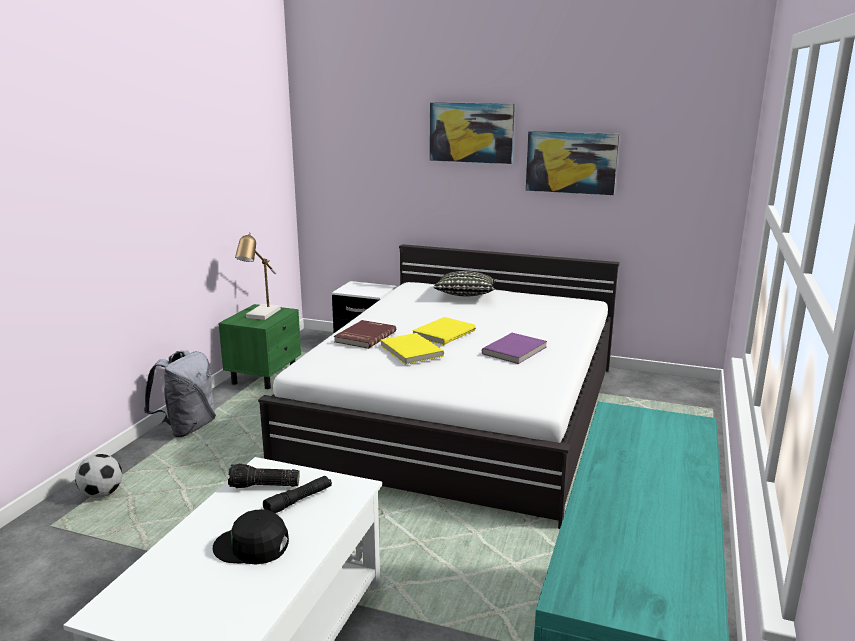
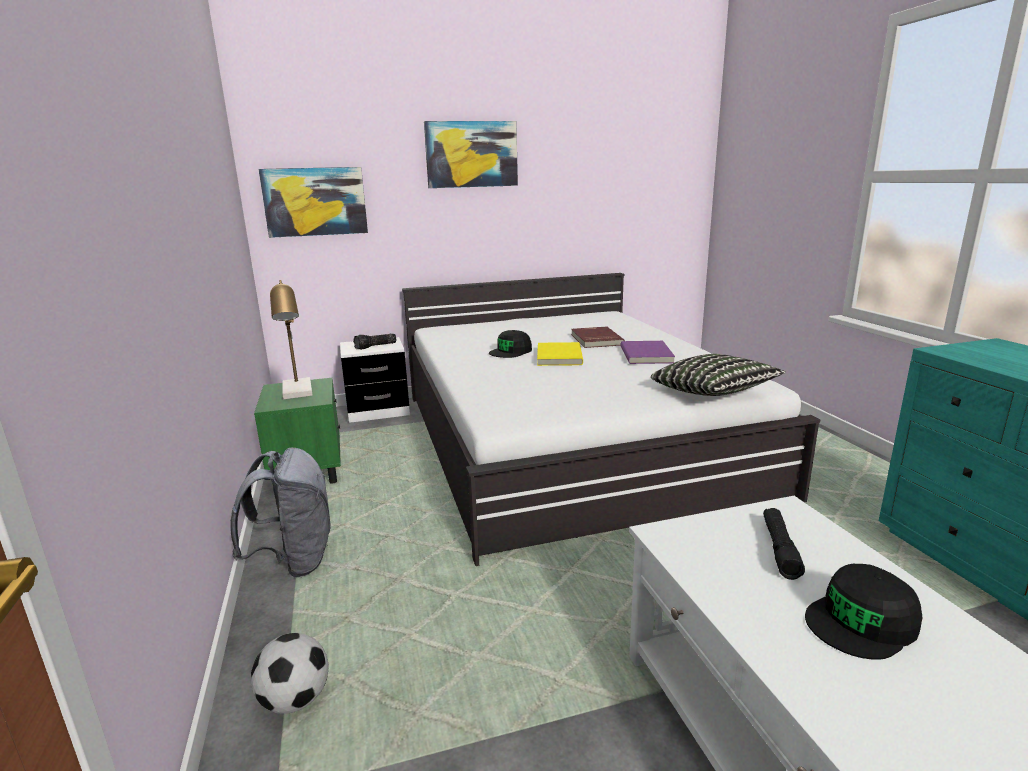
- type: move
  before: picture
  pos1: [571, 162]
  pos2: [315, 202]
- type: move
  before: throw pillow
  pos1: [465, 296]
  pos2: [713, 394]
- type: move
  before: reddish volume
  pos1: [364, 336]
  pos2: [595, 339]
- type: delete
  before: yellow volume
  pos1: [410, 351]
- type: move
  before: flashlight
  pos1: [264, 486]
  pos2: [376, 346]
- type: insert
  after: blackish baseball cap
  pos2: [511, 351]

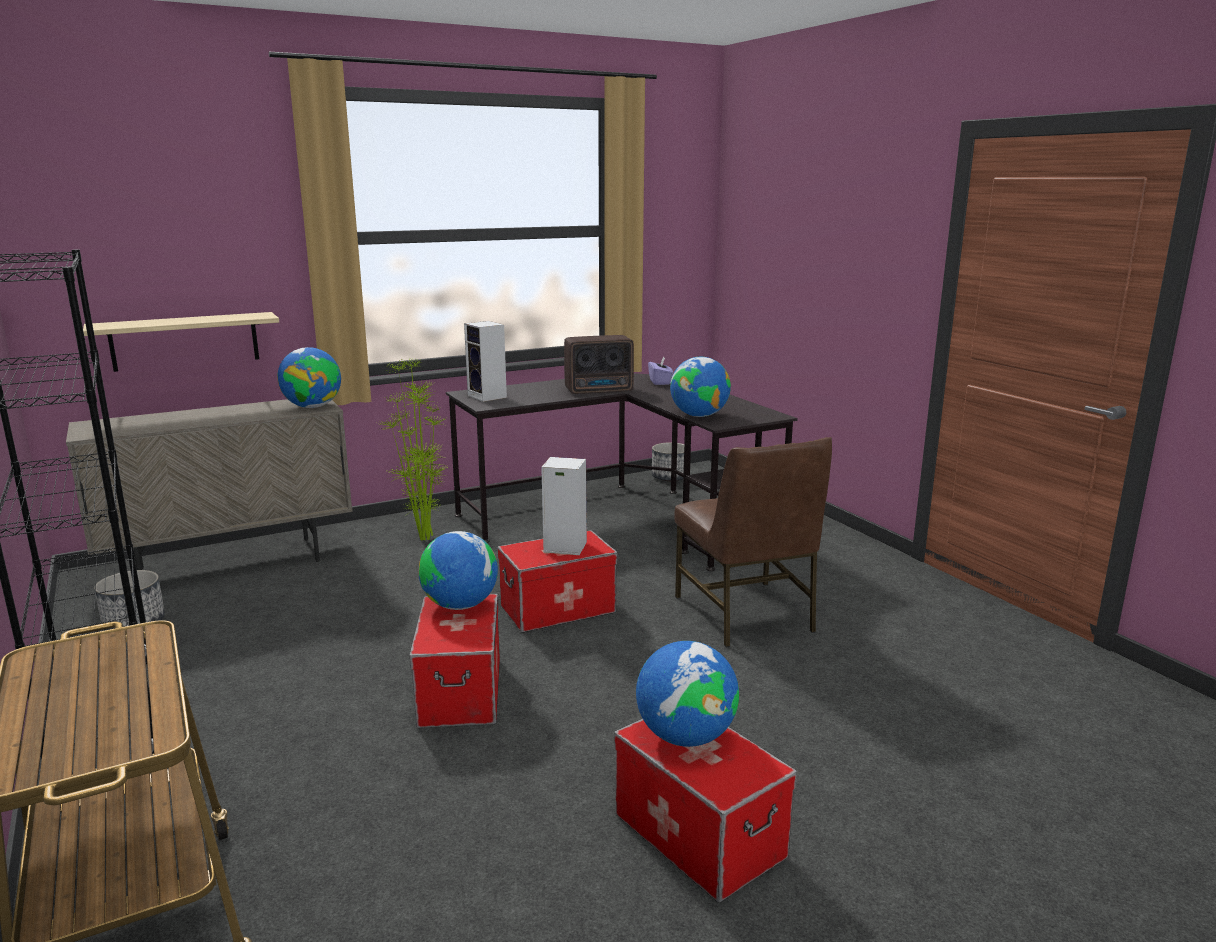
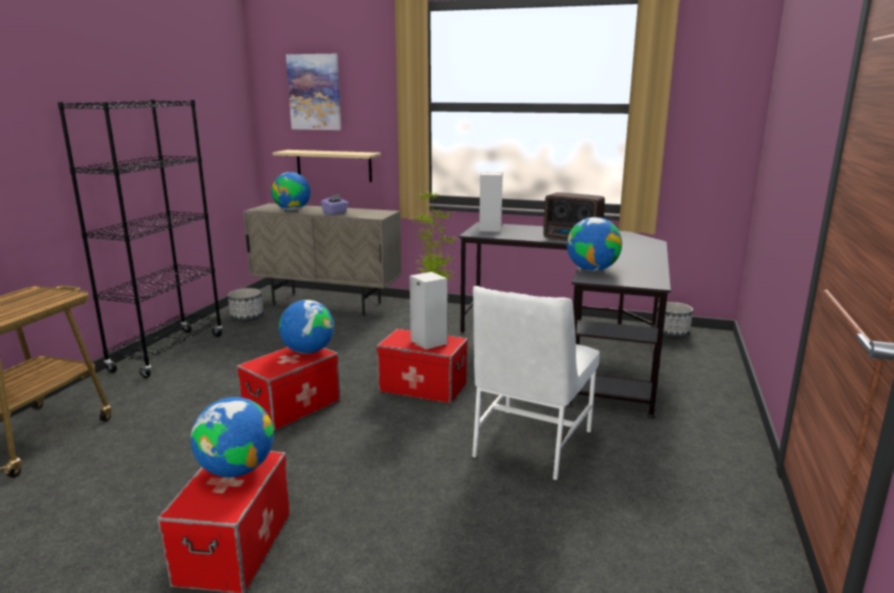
- type: move
  before: globe
  pos1: [313, 407]
  pos2: [292, 210]
- type: move
  before: purplish tissue box
  pos1: [660, 382]
  pos2: [335, 213]
- type: recolor
  before: brown-coloured upright chair
  after: whitish upright chair
  pos1: [745, 614]
  pos2: [530, 444]
- type: insert
  after: picture
  pos2: [314, 92]

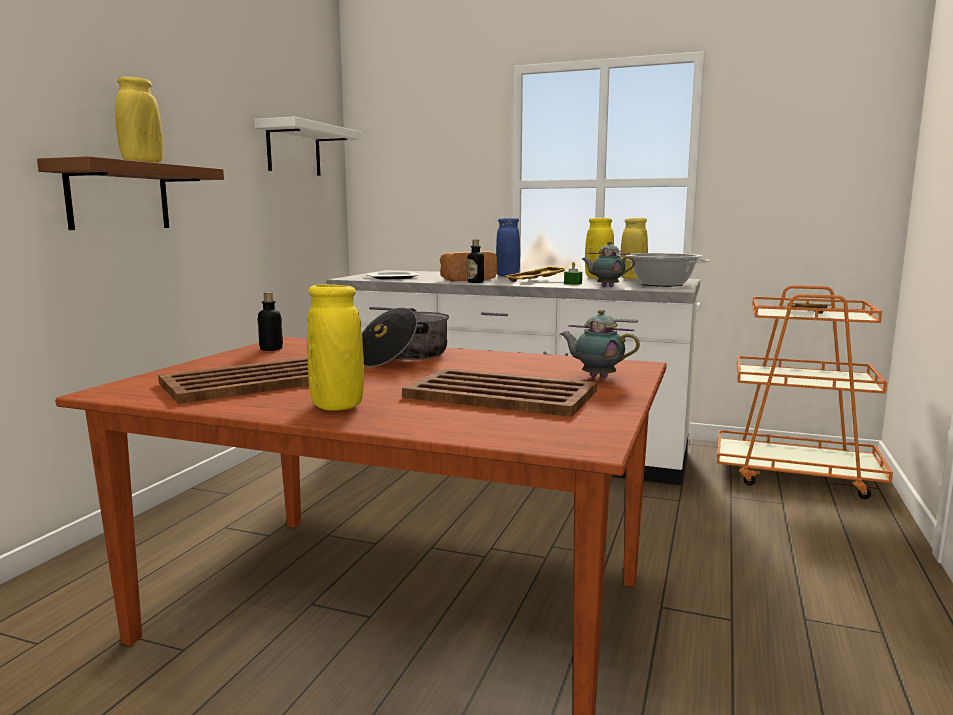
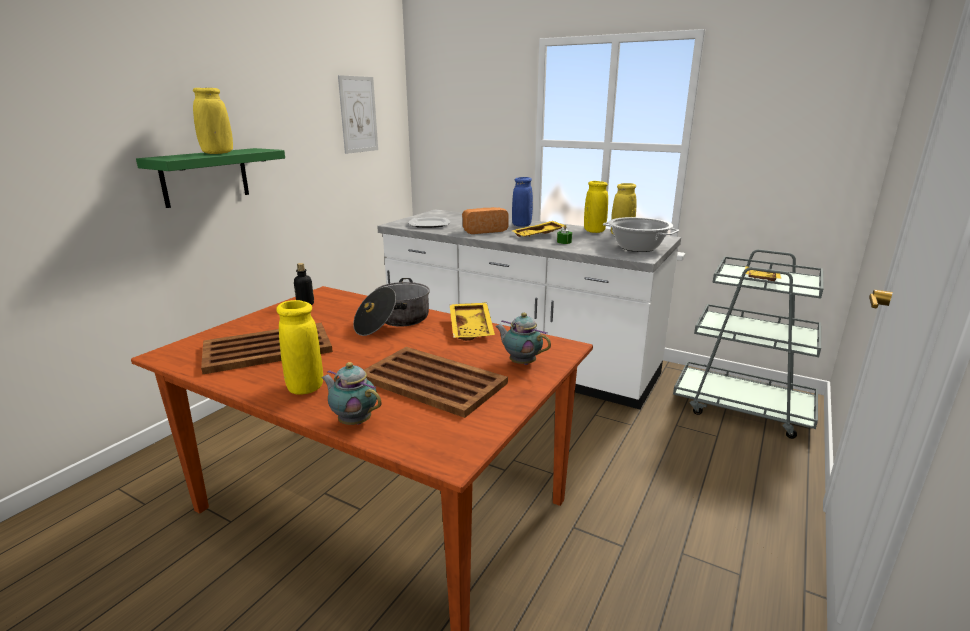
- type: replace
  before: whitish bracket shelf
  after: picture
  pos1: [294, 150]
  pos2: [358, 114]
- type: recolor
  before: brown-coloured bracket shelf
  after: greenish bracket shelf
  pos1: [119, 197]
  pos2: [205, 177]
- type: delete
  before: beverage bottle
  pos1: [475, 282]
- type: move
  before: pot for tea
  pos1: [606, 287]
  pos2: [353, 421]
- type: recolor
  before: orange trolley
  after: gray trolley
  pos1: [796, 475]
  pos2: [742, 408]
- type: insert
  after: yellow tray
  pos2: [472, 328]

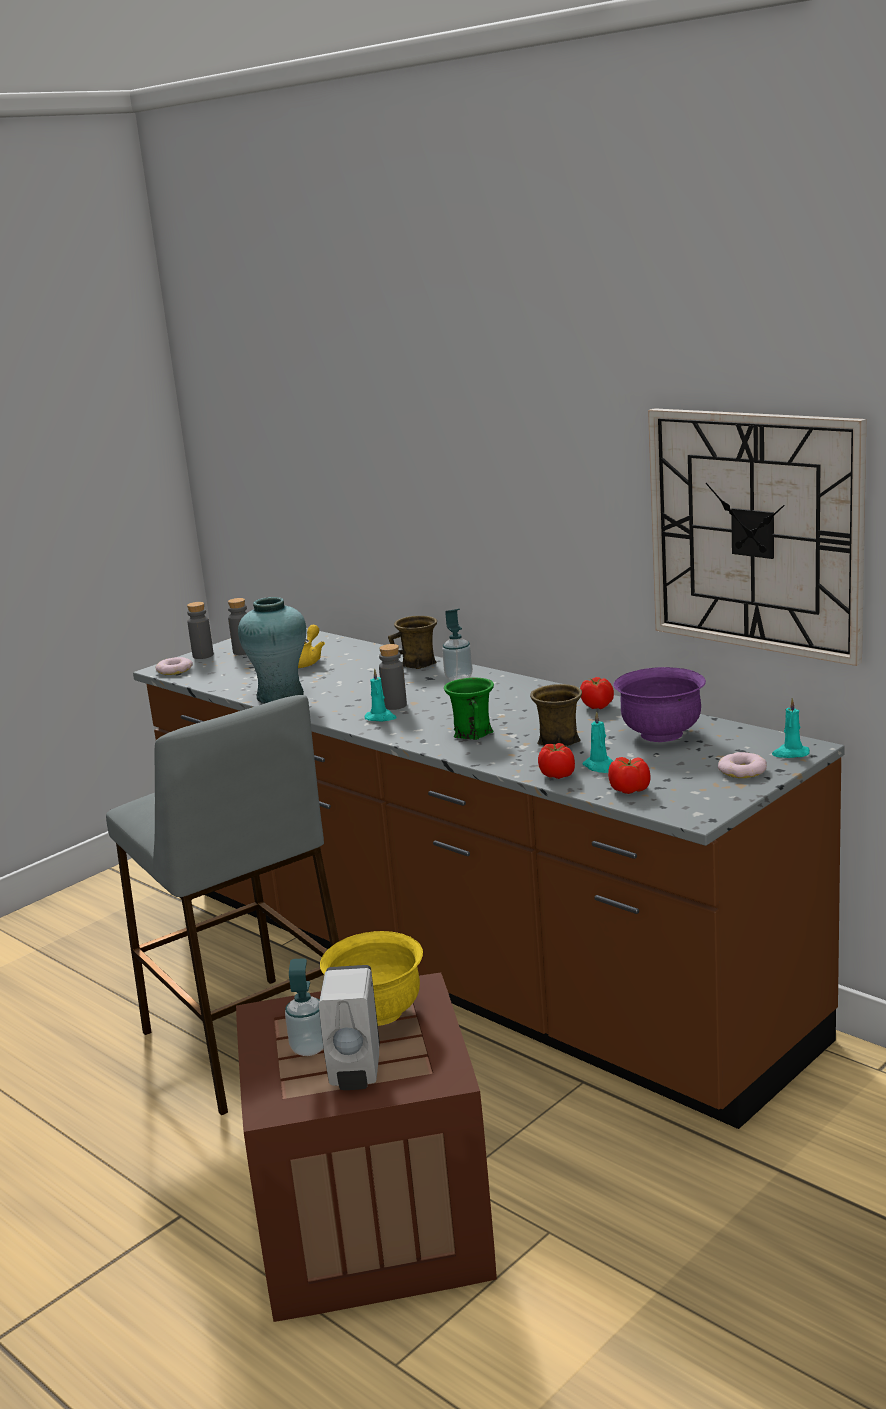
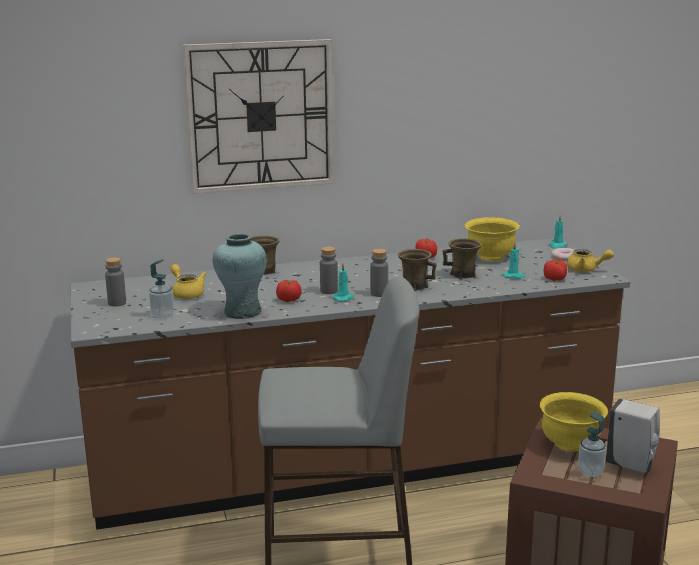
- type: move
  before: wall clock
  pos1: [755, 532]
  pos2: [260, 116]
- type: move
  before: gray beverage bottle
  pos1: [203, 655]
  pos2: [379, 294]
- type: move
  before: soap bottle
  pos1: [458, 678]
  pos2: [162, 315]
- type: delete
  before: donut
  pos1: [174, 670]
- type: recolor
  before: purplish bowl
  after: yellow bowl
  pos1: [661, 734]
  pos2: [490, 257]
- type: recolor
  before: greenish mug
  after: brown-coloured mug
  pos1: [473, 733]
  pos2: [414, 286]
- type: move
  before: tomato
  pos1: [557, 775]
  pos2: [288, 300]
- type: insert
  after: yellow pot for tea
  pos2: [586, 270]

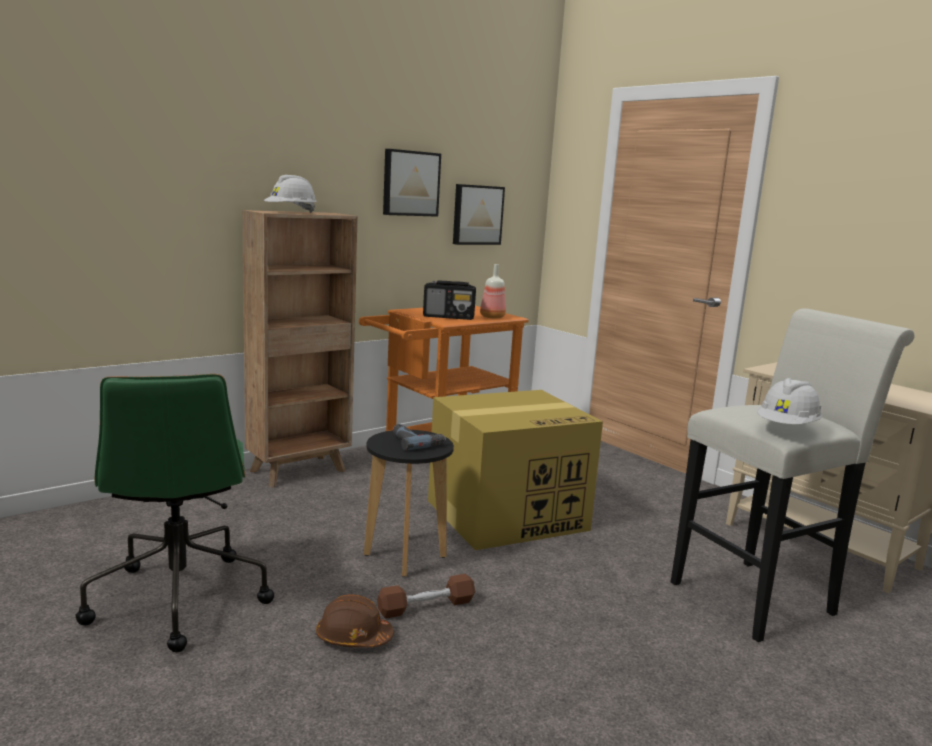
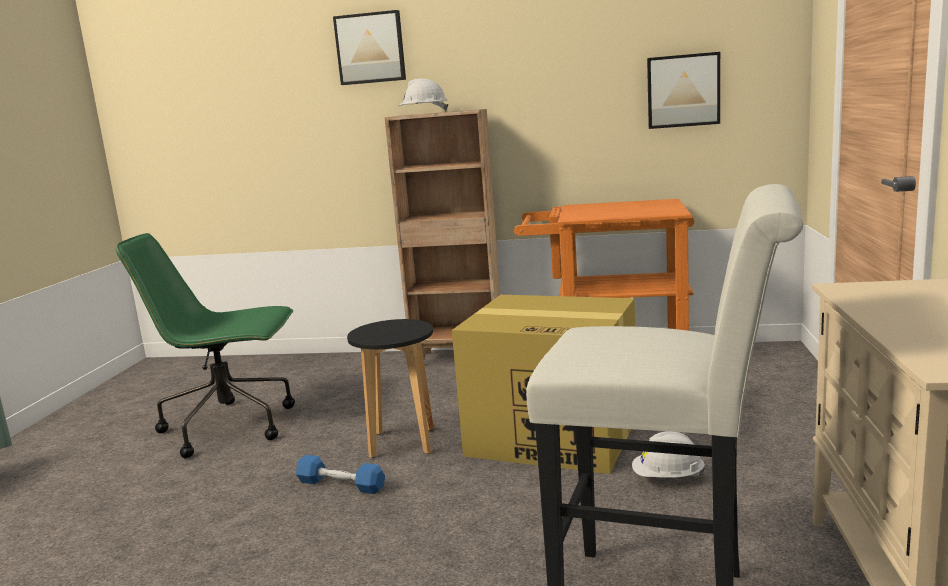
- type: move
  before: picture
  pos1: [410, 183]
  pos2: [370, 48]
- type: delete
  before: beverage bottle
  pos1: [491, 317]
- type: delete
  before: radio
  pos1: [449, 317]
- type: rotate
  before: greenish office chair
  pos1: [178, 598]
  pos2: [231, 426]
  turn: 60
- type: move
  before: whitish work helmet
  pos1: [787, 428]
  pos2: [668, 478]
- type: delete
  before: power drill
  pos1: [416, 442]
- type: recolor
  before: brown-coloured free weight
  after: bluish free weight
  pos1: [426, 606]
  pos2: [341, 485]
- type: delete
  before: brown-coloured work helmet
  pos1: [353, 637]

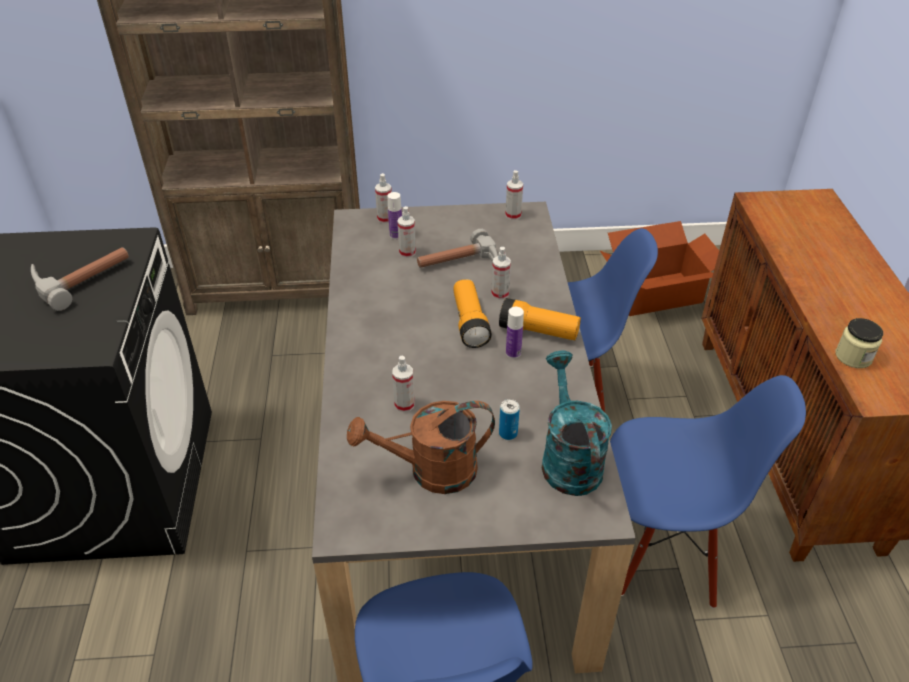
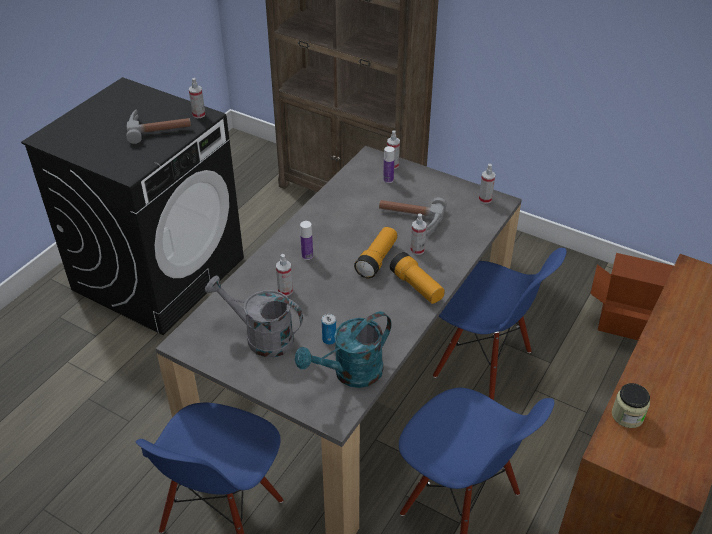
- type: move
  before: hand sprayer
  pos1: [407, 252]
  pos2: [199, 114]
- type: move
  before: beverage bottle
  pos1: [513, 353]
  pos2: [307, 256]
- type: rotate
  before: turquoise sprinkling can
  pos1: [568, 458]
  pos2: [350, 374]
  turn: -150
- type: recolor
  before: brown-coloured sprinkling can
  after: gray sprinkling can
  pos1: [431, 471]
  pos2: [261, 337]

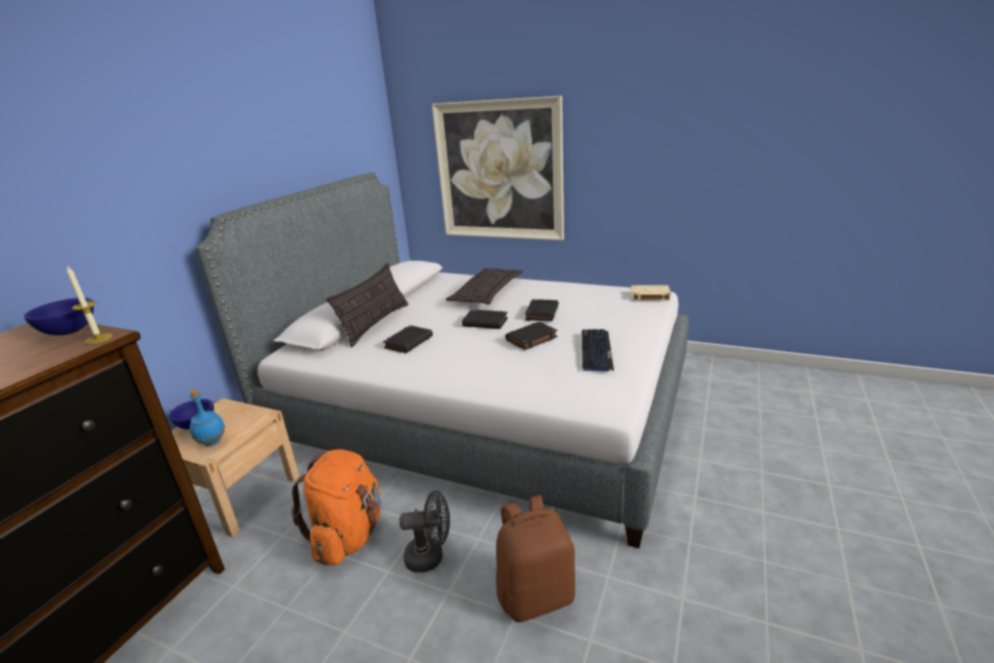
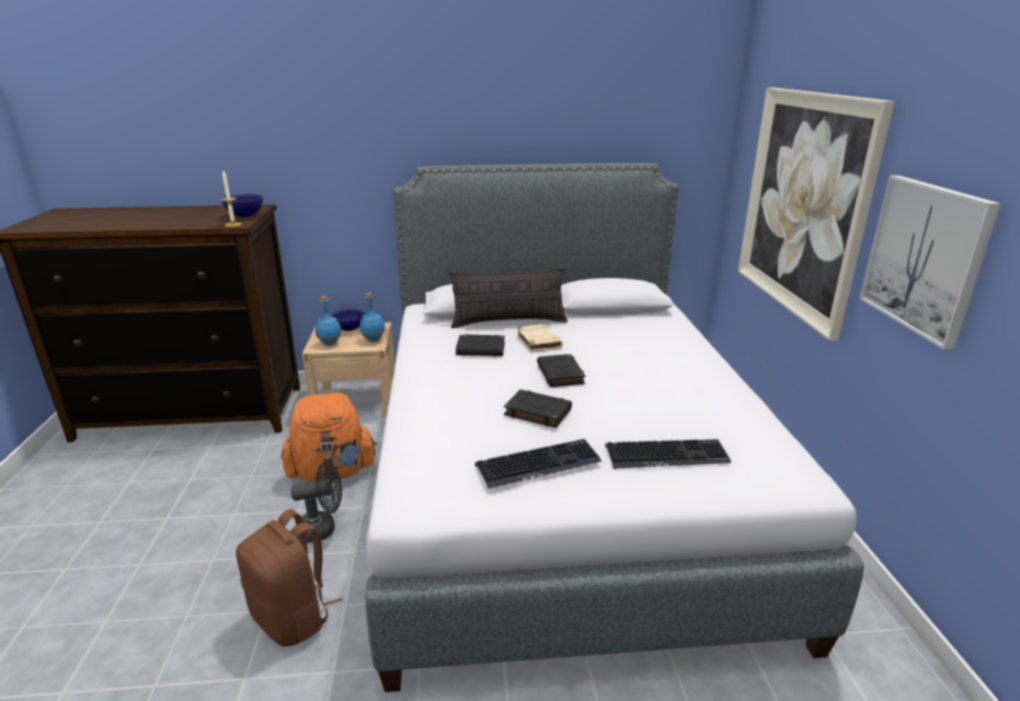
- type: delete
  before: throw pillow
  pos1: [487, 292]
- type: move
  before: sand-coloured volume
  pos1: [649, 296]
  pos2: [538, 341]
- type: delete
  before: blackish volume
  pos1: [542, 313]
- type: rotate
  before: blackish electric fan
  pos1: [431, 556]
  pos2: [322, 528]
  turn: -75
- type: insert
  after: picture
  pos2: [925, 257]
- type: insert
  after: bluish beverage bottle
  pos2: [373, 340]
- type: insert
  after: keyboard
  pos2: [666, 455]

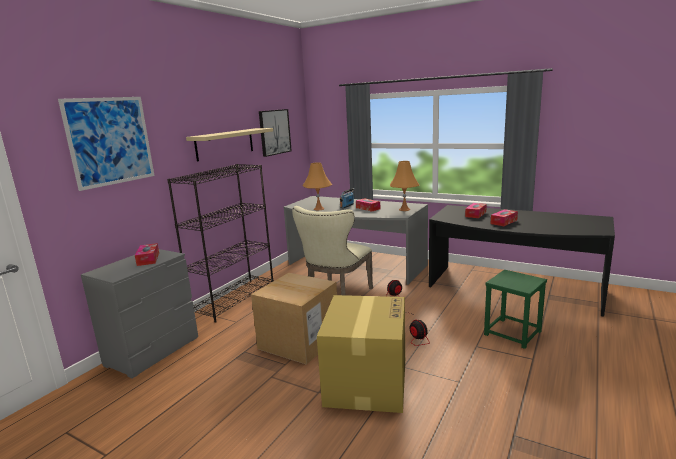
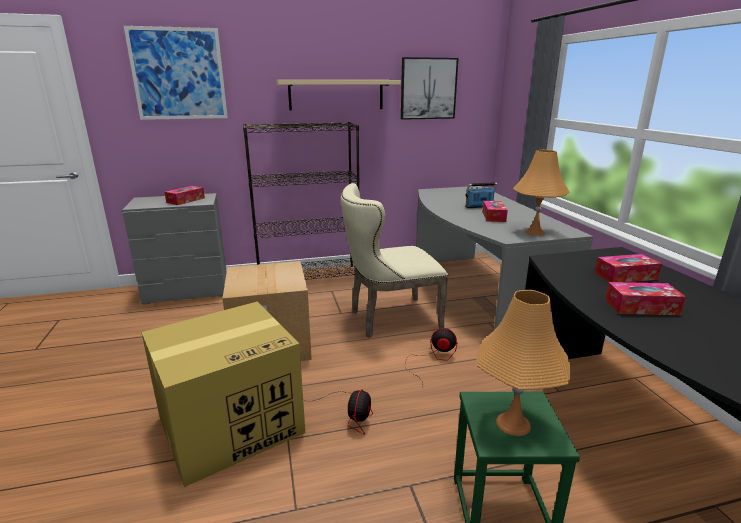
- type: move
  before: orange tabletop lamp
  pos1: [318, 209]
  pos2: [513, 423]

